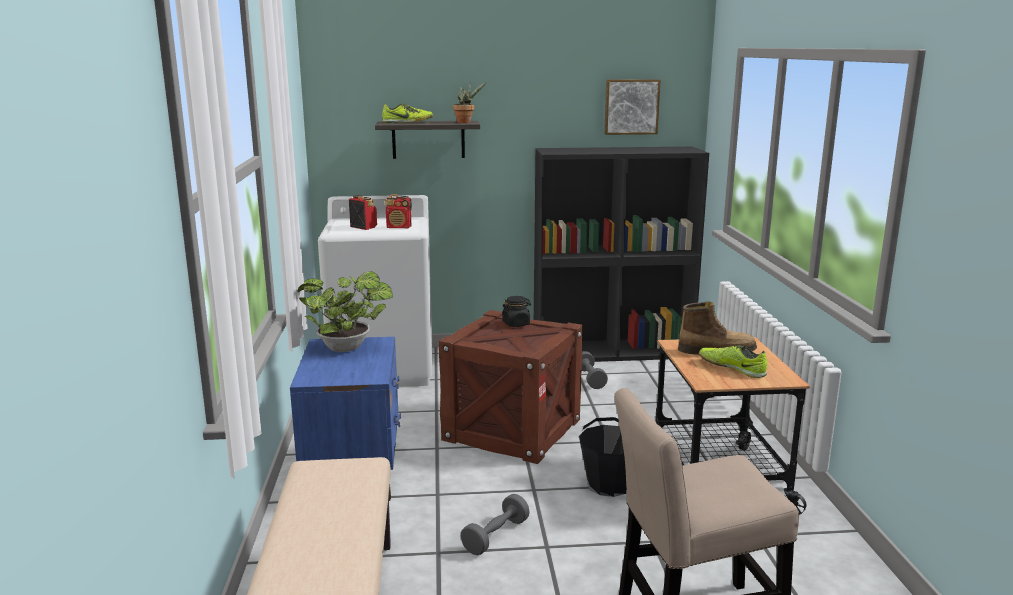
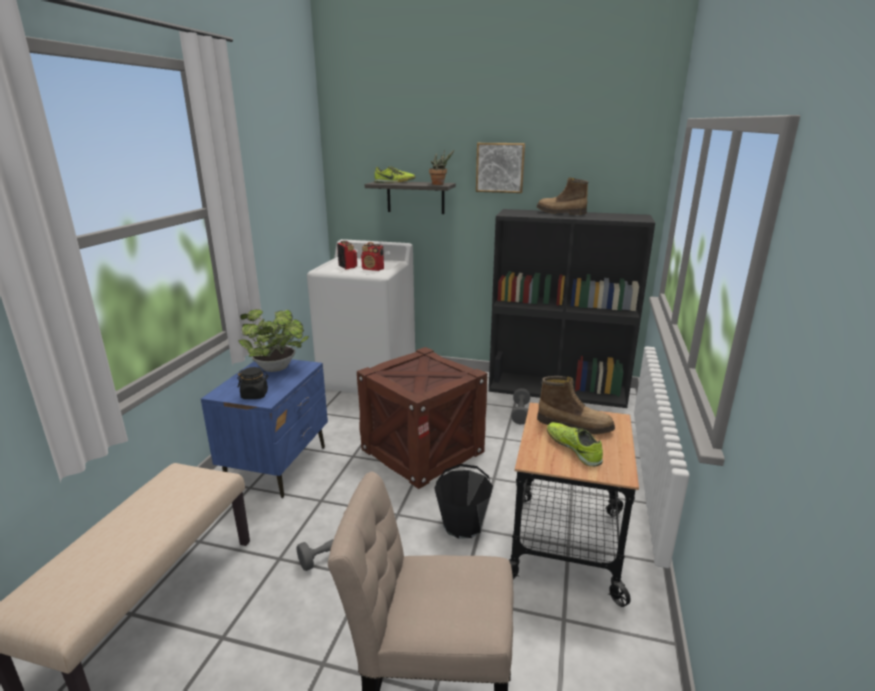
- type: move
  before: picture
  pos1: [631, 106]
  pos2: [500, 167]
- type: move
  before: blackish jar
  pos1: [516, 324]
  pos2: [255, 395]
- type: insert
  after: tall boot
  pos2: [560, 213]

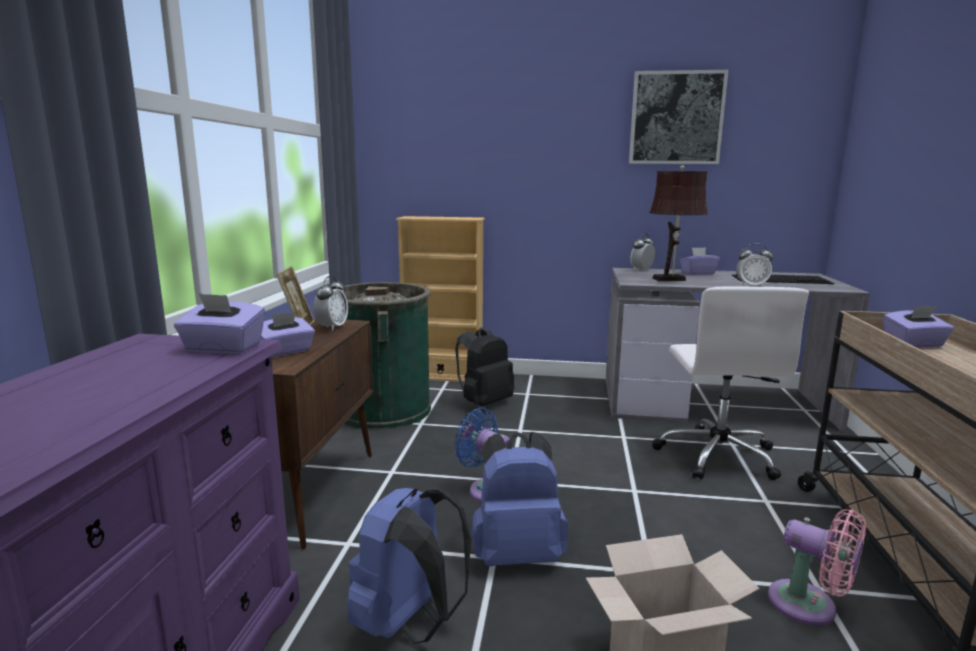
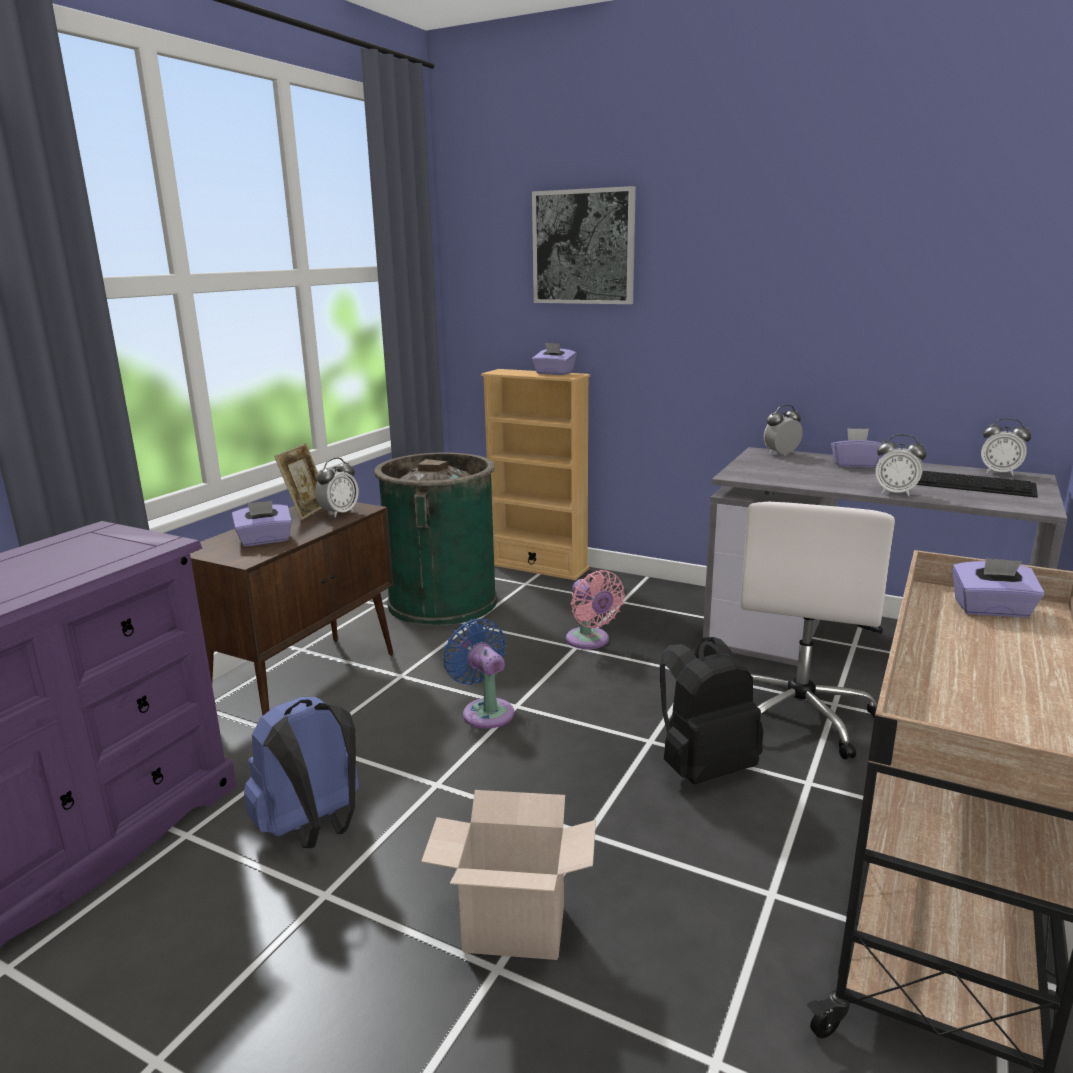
- type: move
  before: picture
  pos1: [676, 118]
  pos2: [583, 247]
- type: delete
  before: brown-coloured tabletop lamp
  pos1: [672, 279]
- type: move
  before: purplish tissue box
  pos1: [223, 348]
  pos2: [554, 373]
- type: move
  before: blackish knapsack
  pos1: [484, 402]
  pos2: [704, 767]
- type: delete
  before: bluish knapsack
  pos1: [517, 554]
- type: move
  before: pink-coloured electric fan
  pos1: [809, 606]
  pos2: [590, 641]
- type: insert
  after: table clock
  pos2: [1000, 473]

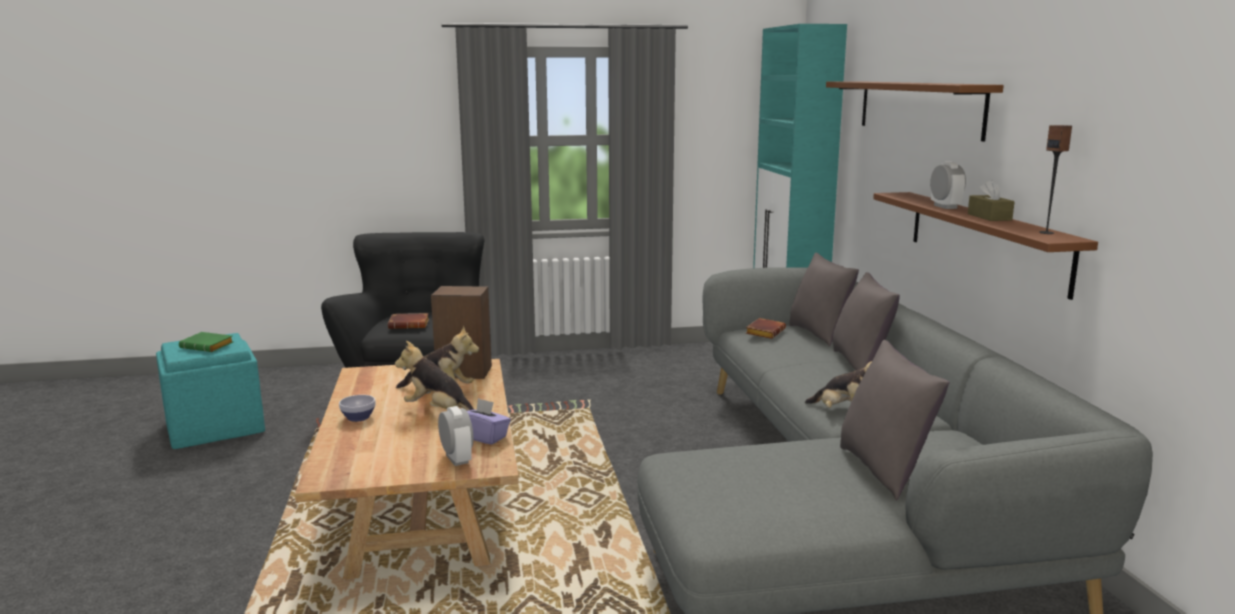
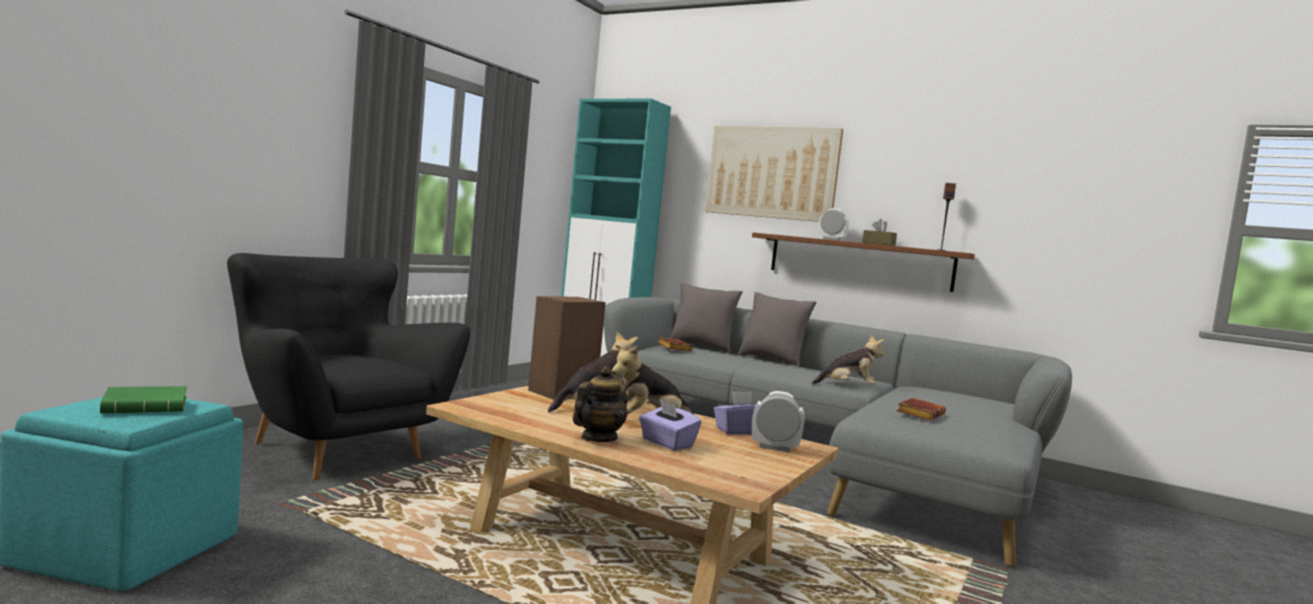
- type: replace
  before: brown-coloured bracket shelf
  after: picture
  pos1: [918, 107]
  pos2: [771, 172]
- type: move
  before: brown-coloured volume
  pos1: [410, 325]
  pos2: [919, 413]
- type: delete
  before: gray throw pillow
  pos1: [884, 470]
- type: replace
  before: bowl
  after: pot for tea
  pos1: [358, 417]
  pos2: [598, 438]
- type: insert
  after: purplish tissue box
  pos2: [667, 443]

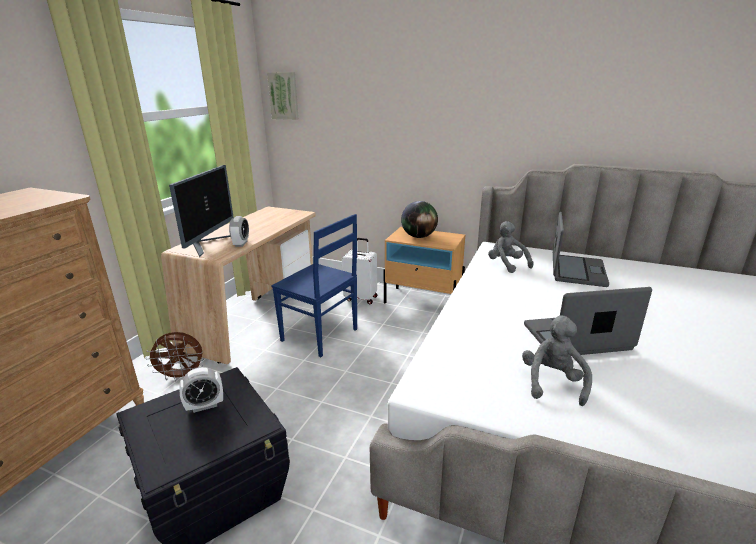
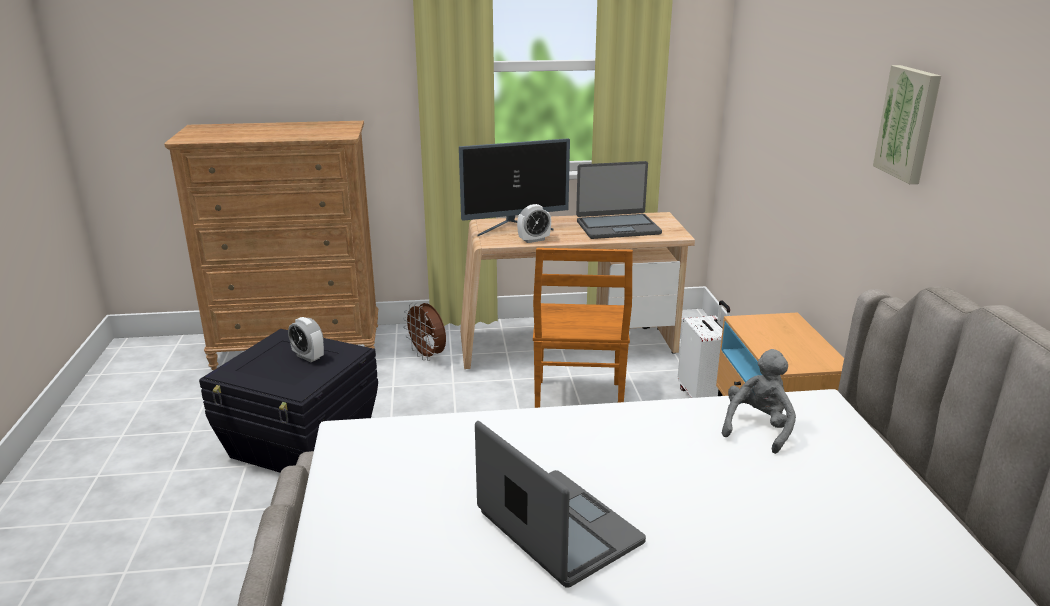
- type: move
  before: picture
  pos1: [284, 96]
  pos2: [909, 123]
- type: delete
  before: globe
  pos1: [419, 236]
- type: move
  before: notebook computer
  pos1: [577, 271]
  pos2: [617, 227]
- type: recolor
  before: bluish upright chair
  after: brown-coloured upright chair
  pos1: [321, 335]
  pos2: [578, 402]
- type: delete
  before: gray cuddly toy
  pos1: [552, 382]

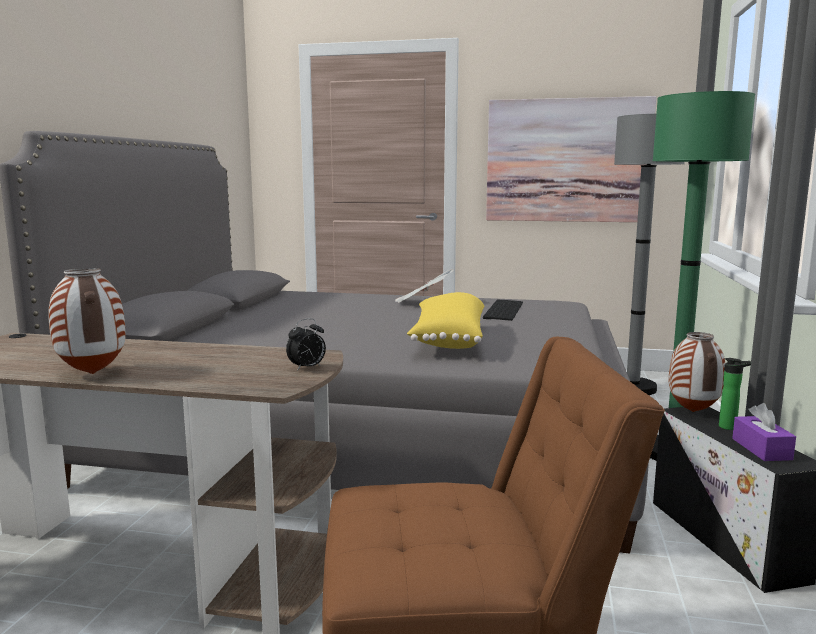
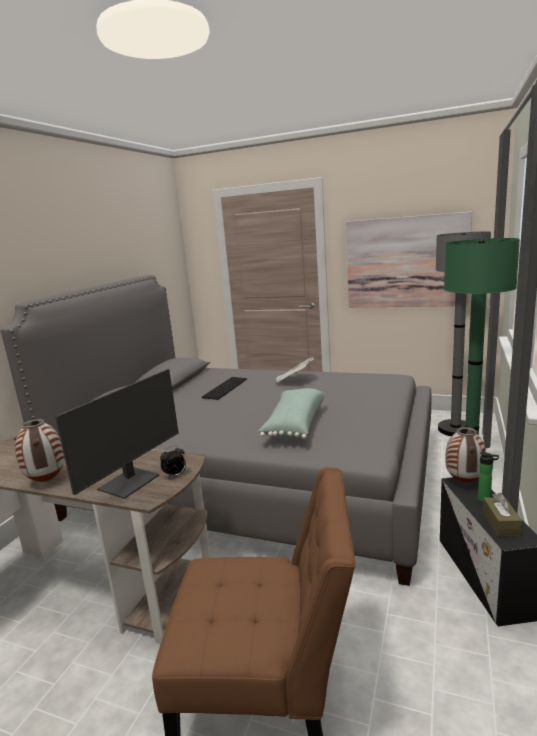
- type: recolor
  before: yellow throw pillow
  after: greenish throw pillow
  pos1: [447, 339]
  pos2: [294, 425]
- type: move
  before: keyboard
  pos1: [502, 310]
  pos2: [224, 388]
- type: recolor
  before: purplish tissue box
  after: brown-coloured tissue box
  pos1: [761, 449]
  pos2: [500, 523]
- type: insert
  after: monitor
  pos2: [130, 482]

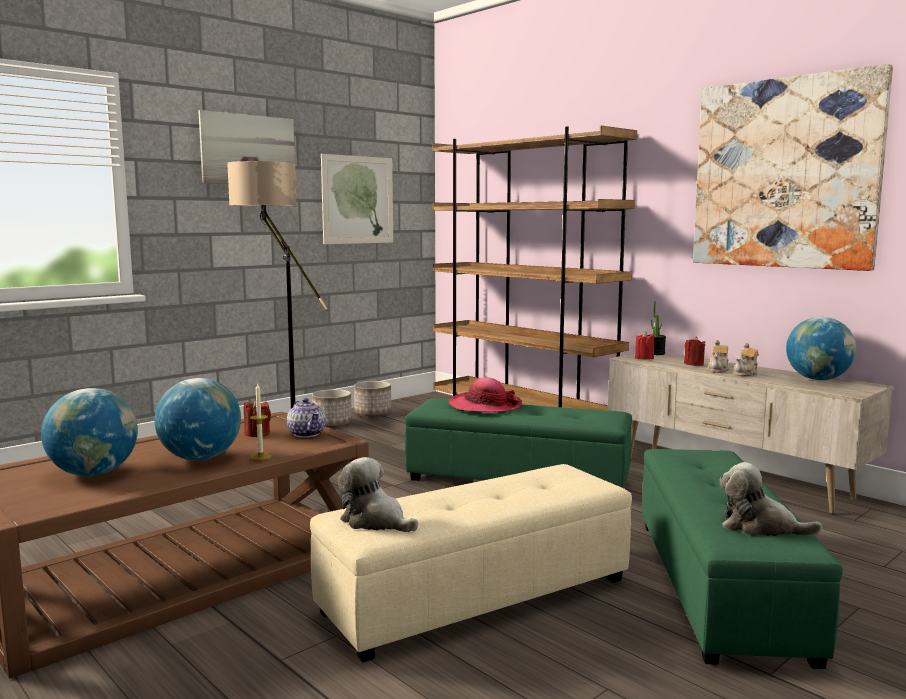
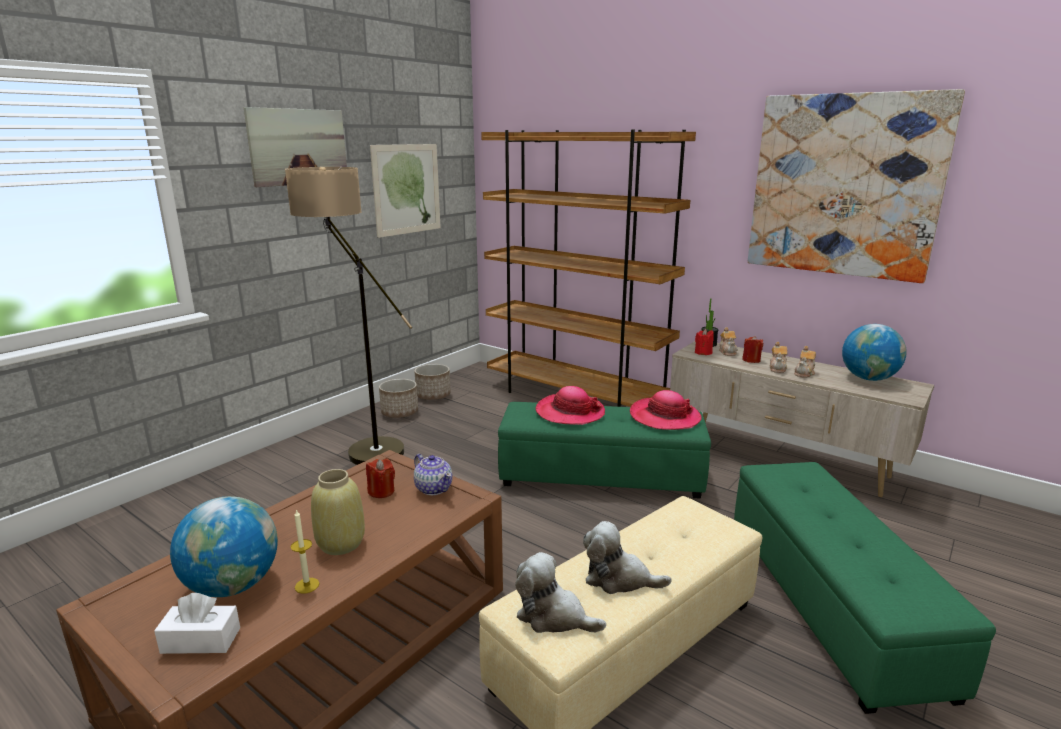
- type: replace
  before: globe
  after: sand-coloured decorative vase
  pos1: [200, 458]
  pos2: [340, 543]
- type: move
  before: candle
  pos1: [260, 457]
  pos2: [307, 585]
- type: move
  before: cuddly toy
  pos1: [760, 527]
  pos2: [619, 578]
- type: insert
  after: pot for tea
  pos2: [727, 352]
- type: insert
  after: clothing hat
  pos2: [664, 417]
- type: insert
  after: whitish tissue box
  pos2: [201, 640]

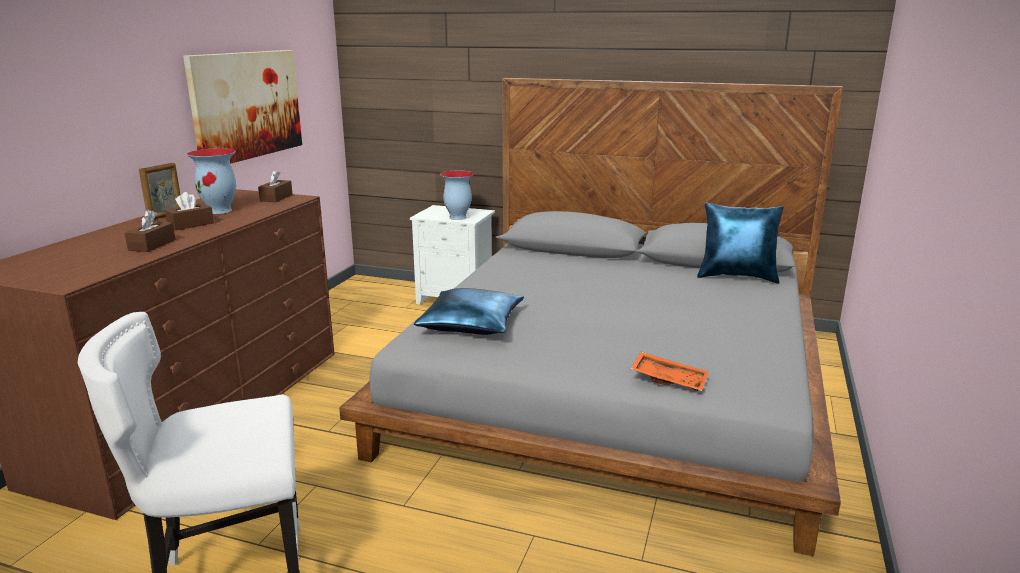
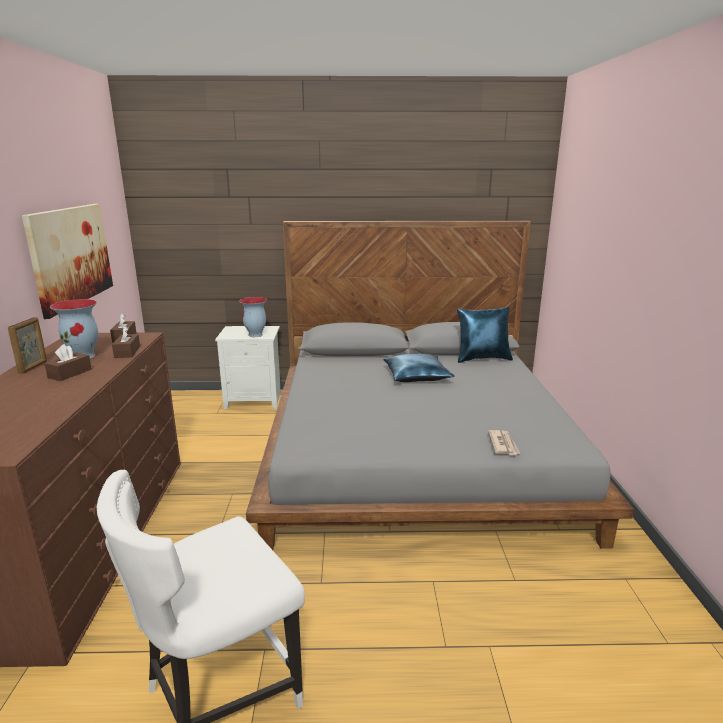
- type: move
  before: brown-coloured tissue box
  pos1: [152, 245]
  pos2: [127, 352]
- type: move
  before: bluish throw pillow
  pos1: [471, 323]
  pos2: [416, 375]
- type: replace
  before: orange tray
  after: printed paper
  pos1: [669, 379]
  pos2: [503, 444]

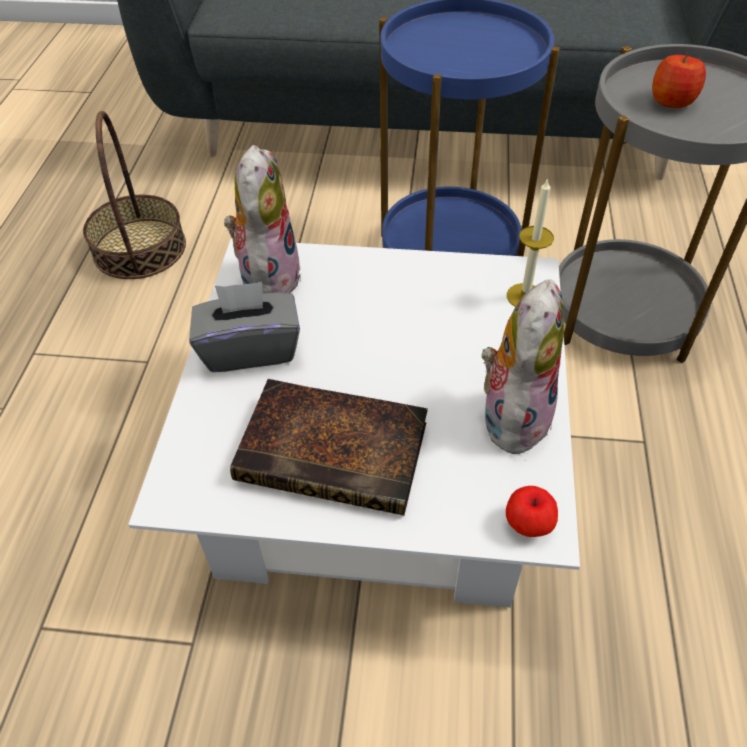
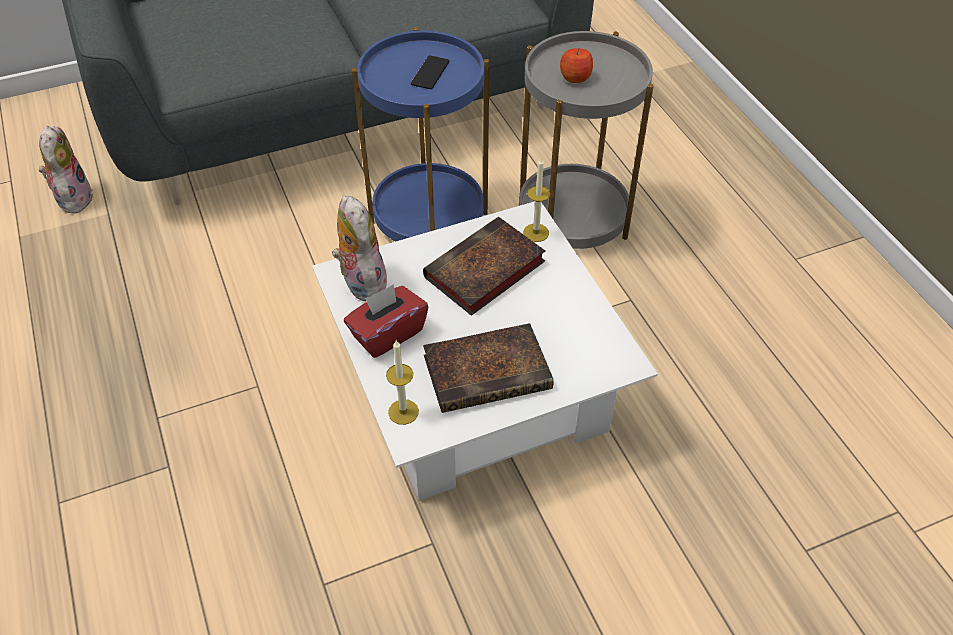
- type: delete
  before: basket
  pos1: [139, 248]
- type: move
  before: cuddly toy
  pos1: [513, 414]
  pos2: [73, 198]
- type: recolor
  before: gray tissue box
  after: reddish tissue box
  pos1: [250, 349]
  pos2: [387, 334]
- type: delete
  before: apple fruit
  pos1: [528, 524]
- type: insert
  after: phone
  pos2: [430, 73]
- type: insert
  after: volume
  pos2: [483, 272]
- type: insert
  after: candle
  pos2: [403, 412]

